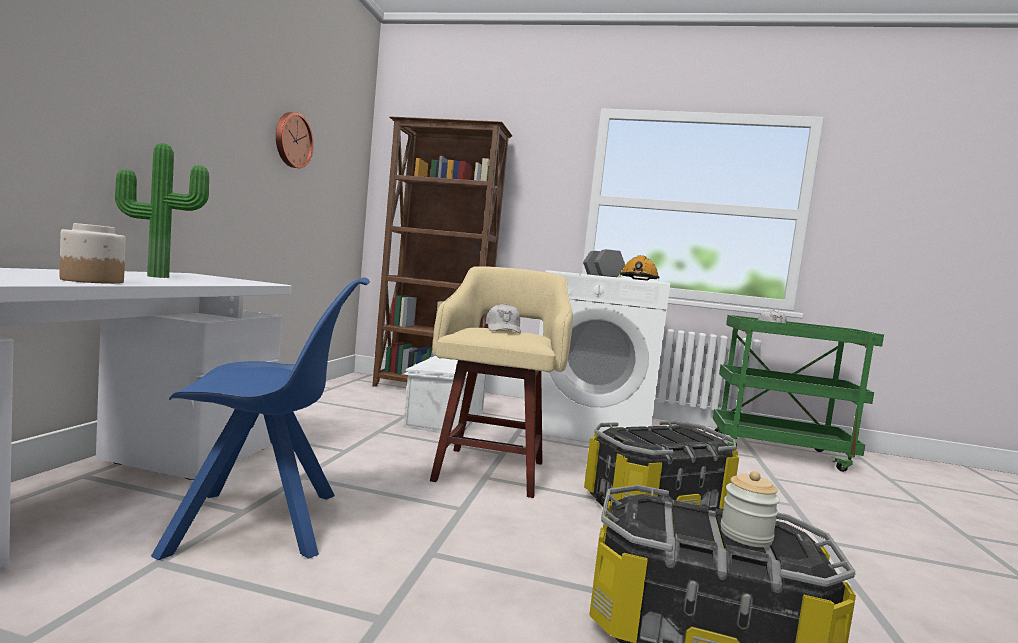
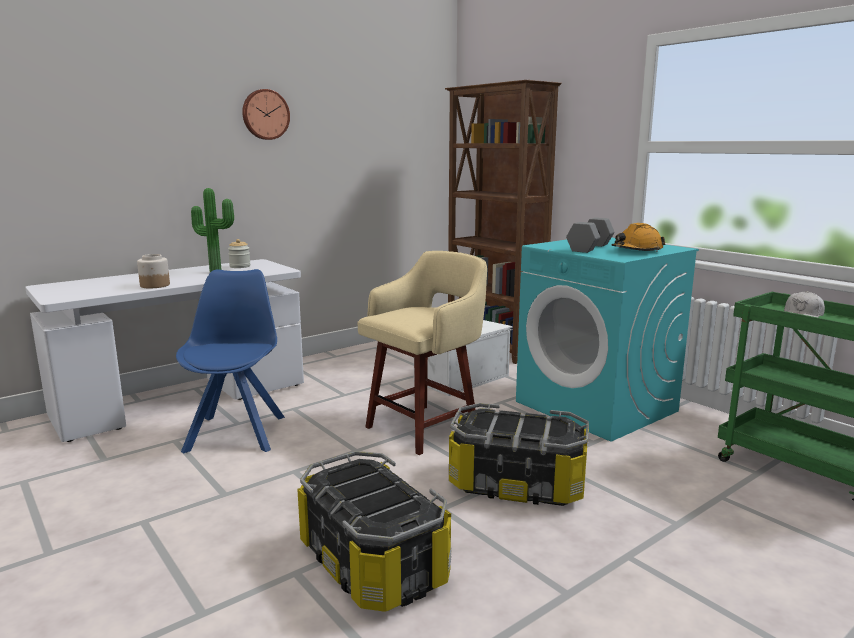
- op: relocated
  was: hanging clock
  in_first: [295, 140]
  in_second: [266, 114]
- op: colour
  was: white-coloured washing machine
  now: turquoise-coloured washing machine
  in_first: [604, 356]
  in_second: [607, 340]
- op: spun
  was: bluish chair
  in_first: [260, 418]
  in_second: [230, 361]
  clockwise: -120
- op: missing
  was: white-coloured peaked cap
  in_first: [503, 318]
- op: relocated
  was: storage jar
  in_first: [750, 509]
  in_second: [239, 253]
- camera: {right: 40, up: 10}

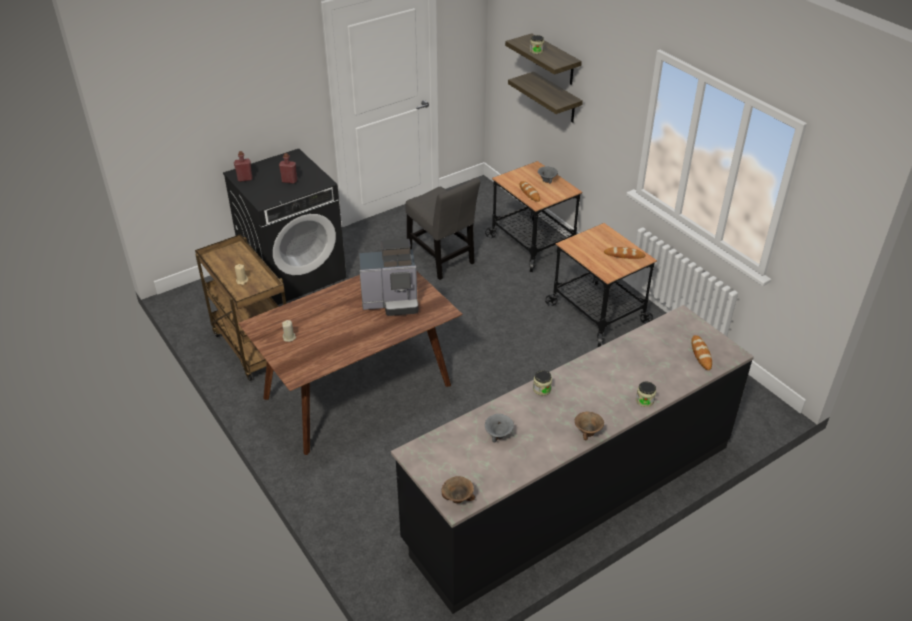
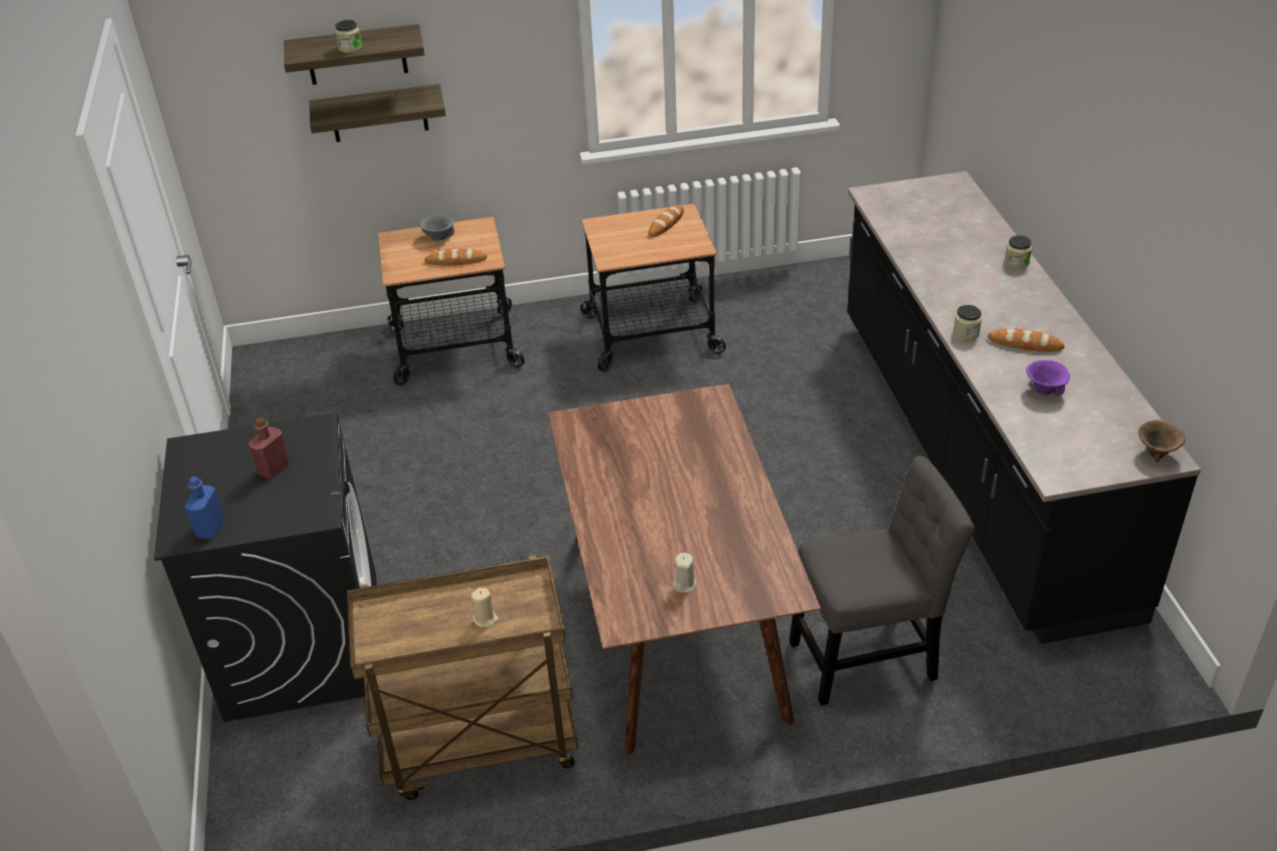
- op: colour
  was: reddish drink bottle
  now: bluish drink bottle
  in_first: [243, 166]
  in_second: [205, 508]
- op: relocated
  was: grey chair
  in_first: [442, 229]
  in_second: [882, 581]
- op: missing
  was: coffee maker
  in_first: [388, 277]
- op: relocated
  was: baked bread
  in_first: [701, 352]
  in_second: [1026, 340]
- op: missing
  was: brown deep dish
  in_first: [589, 425]
- op: colour
  was: grey deep dish
  now: purple-coloured deep dish
  in_first: [499, 428]
  in_second: [1048, 378]
- camera: {right: -65, up: 0}

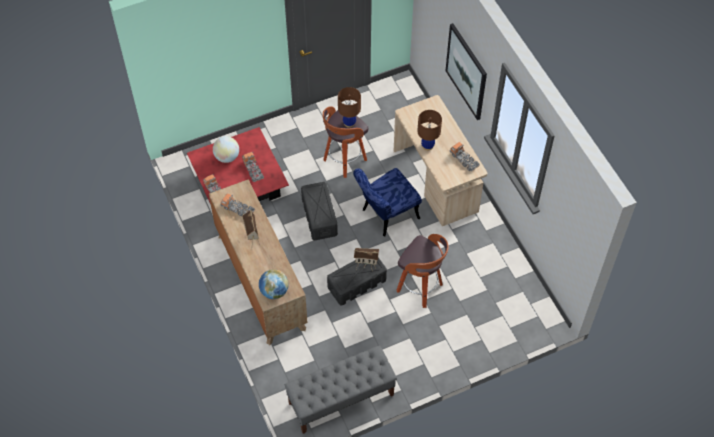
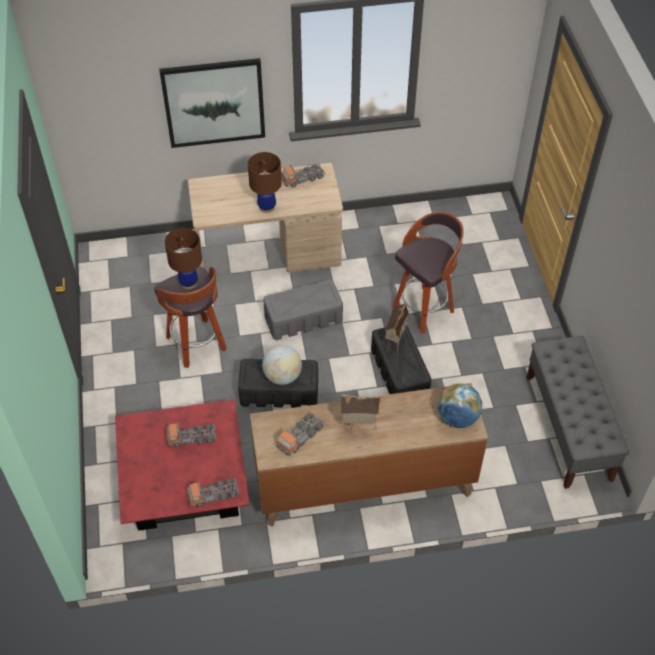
- op: relocated
  was: world globe
  in_first: [226, 149]
  in_second: [282, 365]
- op: exchanged
  was: bluish chair
  now: grey storage container
  in_first: [387, 202]
  in_second: [303, 310]
- camera: {right: -75, up: -5}

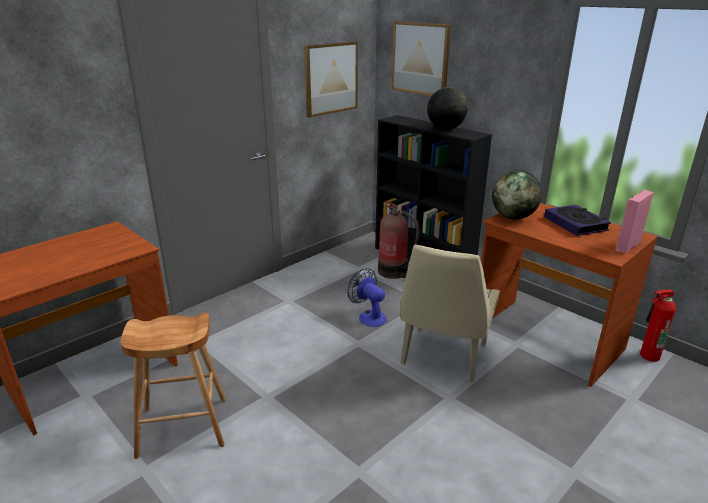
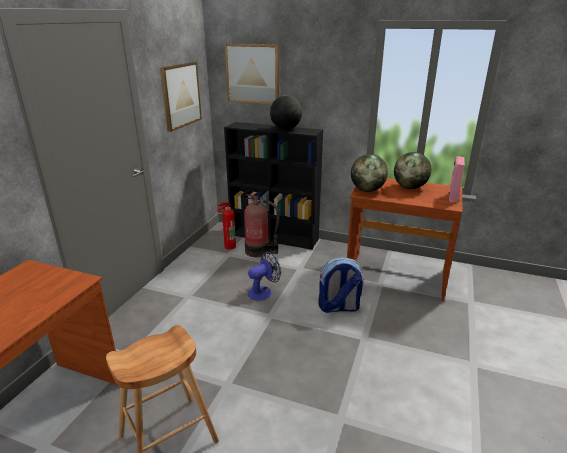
- op: exchanged
  was: book
  now: world globe
  in_first: [577, 220]
  in_second: [412, 170]
- op: exchanged
  was: beige-coloured chair
  now: knapsack
  in_first: [450, 313]
  in_second: [340, 285]
- op: spun
  was: cooling fan
  in_first: [367, 297]
  in_second: [264, 276]
  clockwise: 120
- op: relocated
  was: fire-fighting cylinder
  in_first: [658, 326]
  in_second: [226, 225]
- camera: {right: -25, up: 0}

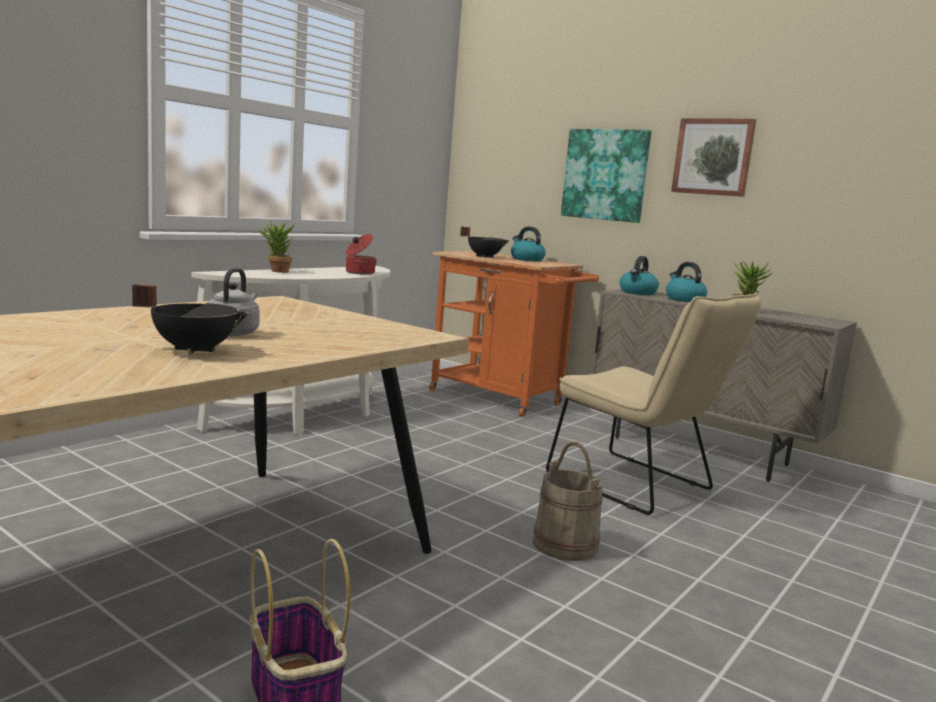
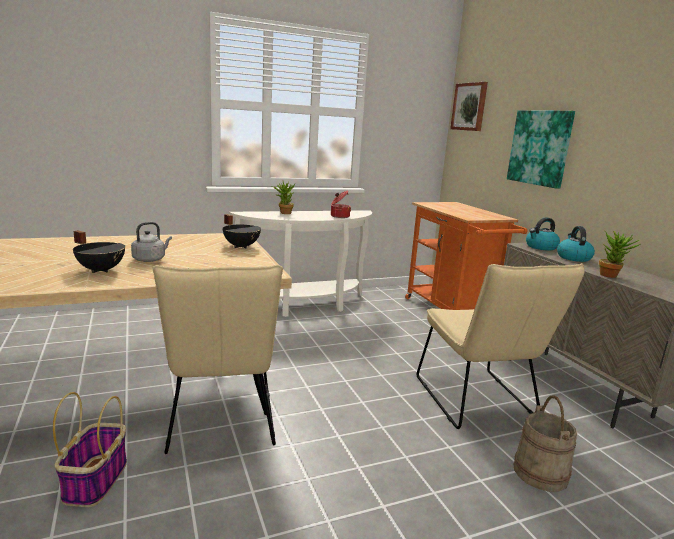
- op: relocated
  was: wall picture
  in_first: [713, 157]
  in_second: [469, 106]
- op: relocated
  was: blackish stockpot
  in_first: [485, 242]
  in_second: [241, 231]
- op: missing
  was: kettle
  in_first: [528, 244]
- op: relocated
  was: beige-coloured water bucket
  in_first: [568, 501]
  in_second: [545, 443]
- op: appeared
  now: beige-coloured chair
  in_second: [217, 359]
- camera: {right: 30, up: 5}

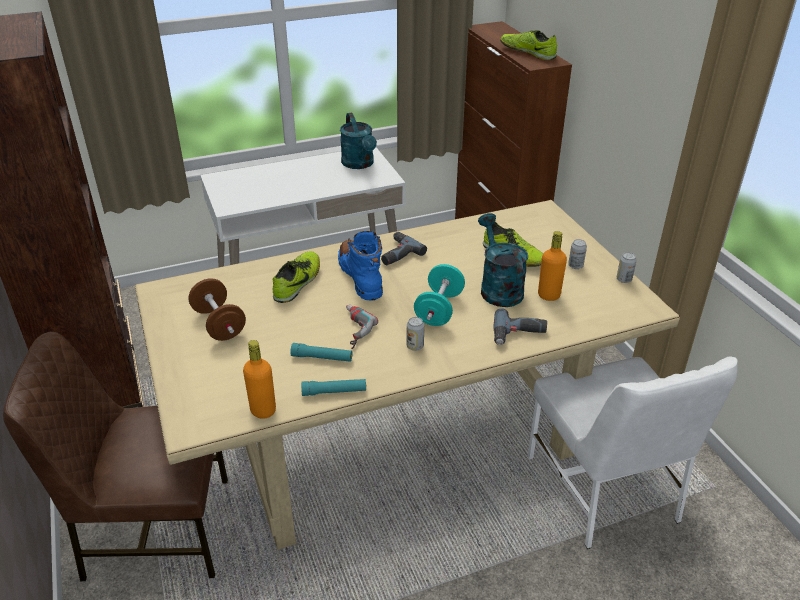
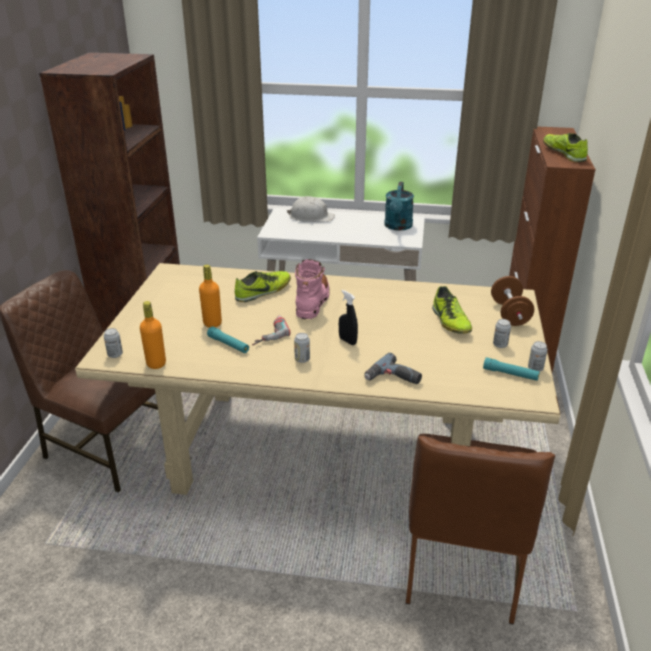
- op: missing
  was: turquoise-coloured sprinkling can
  in_first: [503, 260]
- op: colour
  was: bluish high-top boot
  now: pink-coloured high-top boot
  in_first: [360, 265]
  in_second: [312, 289]
- op: relocated
  was: orange-coloured drink bottle
  in_first: [552, 266]
  in_second: [210, 296]
- op: missing
  was: power drill
  in_first: [404, 248]
- op: exchanged
  was: turquoise-coloured dumbbell
  now: blackish sprayer
  in_first: [439, 295]
  in_second: [348, 317]
- op: relocated
  was: brown dumbbell
  in_first: [217, 309]
  in_second: [512, 301]
- op: colour
  was: white-coloured chair
  now: brown chair
  in_first: [633, 453]
  in_second: [480, 529]
- op: relocated
  was: turquoise-coloured torch
  in_first: [333, 387]
  in_second: [511, 369]
- op: appeared
  now: white-coloured hard hat
  in_second: [311, 209]
- op: appeared
  now: metal can
  in_second: [113, 343]
- camera: {right: 30, up: -5}

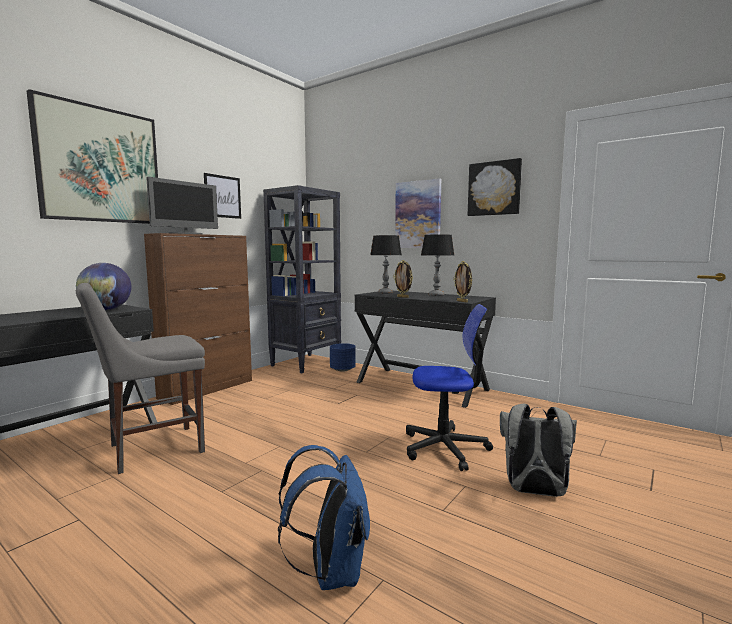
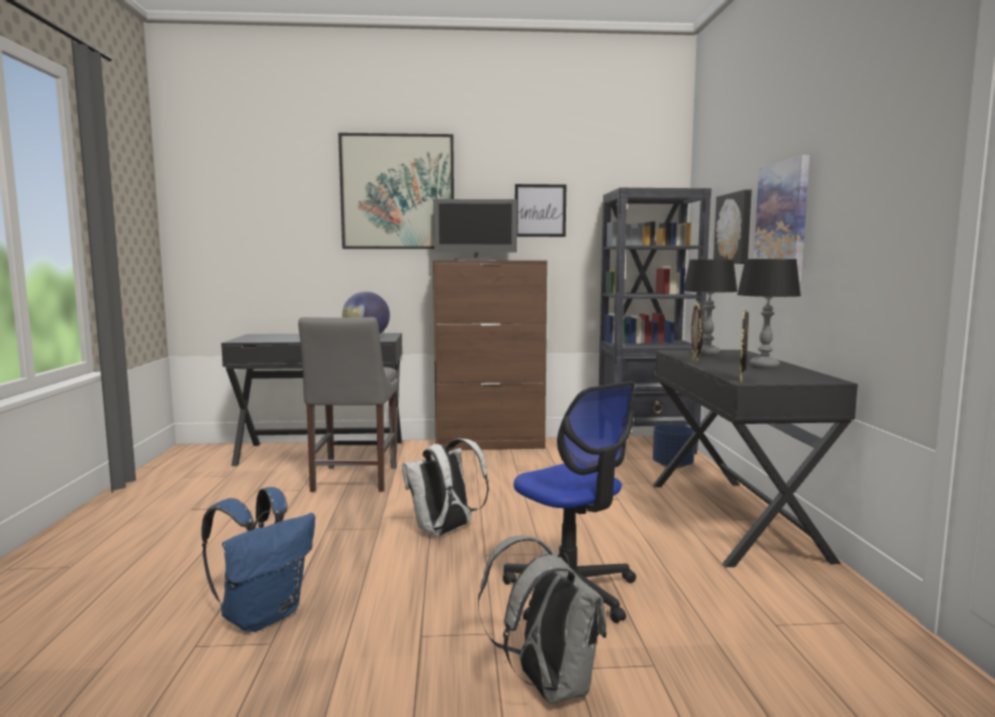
- op: relocated
  was: wall picture
  in_first: [495, 187]
  in_second: [732, 226]
- op: spun
  was: grey chair
  in_first: [140, 378]
  in_second: [348, 404]
  clockwise: -105
- op: appeared
  now: white-coloured knapsack
  in_second: [445, 487]
- camera: {right: 50, up: 0}

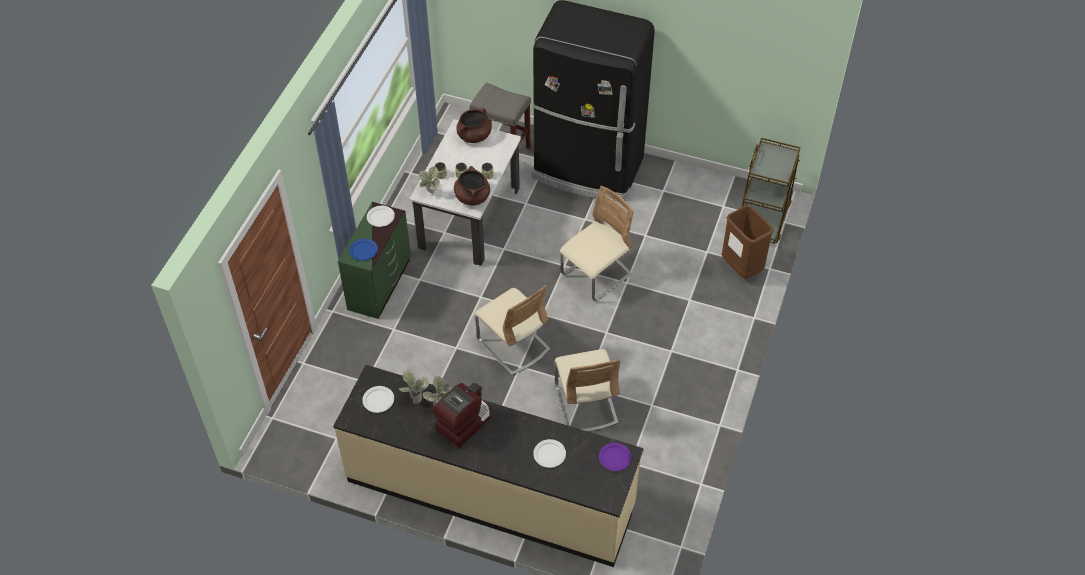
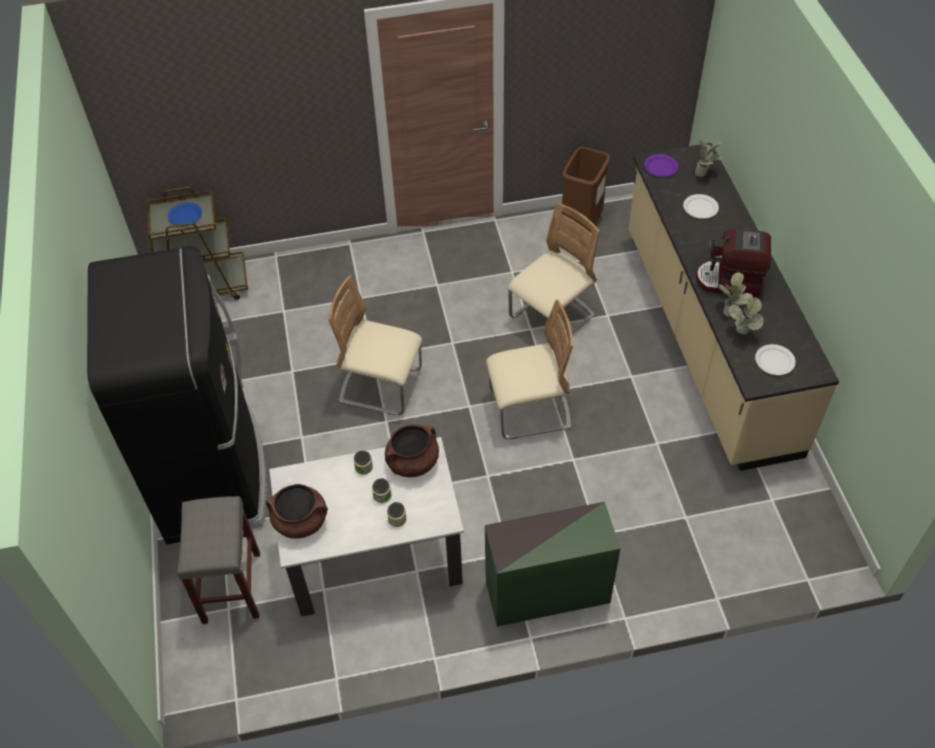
- op: relocated
  was: houseplant
  in_first: [429, 180]
  in_second: [708, 157]
- op: relocated
  was: brown waste bin
  in_first: [748, 242]
  in_second: [586, 189]
- op: missing
  was: white-coloured flat dish
  in_first: [381, 216]
- op: relocated
  was: bluish flat dish
  in_first: [363, 249]
  in_second: [185, 214]
- op: spun
  was: beige-coloured chair
  in_first: [512, 330]
  in_second: [529, 369]
  clockwise: 60
- camera: {right: -120, up: 0}

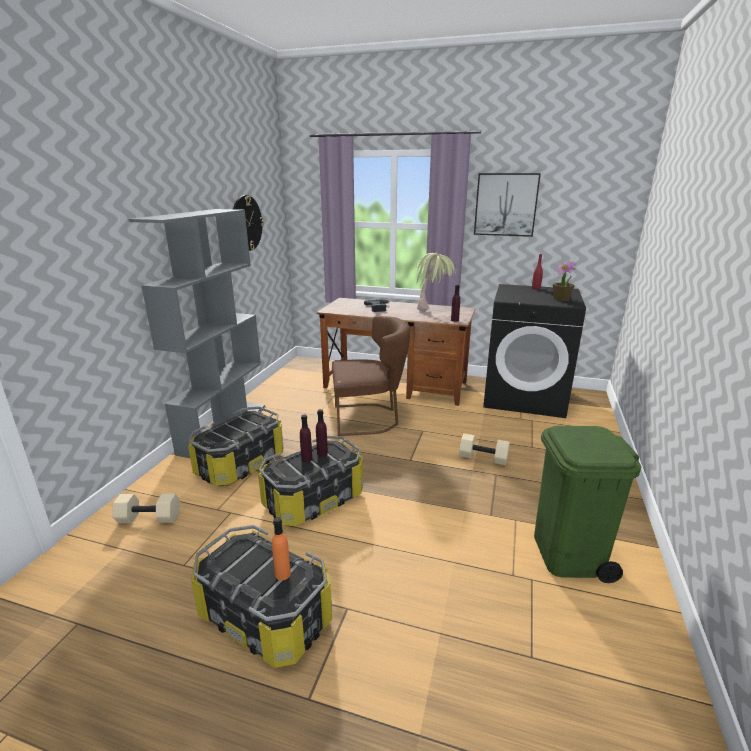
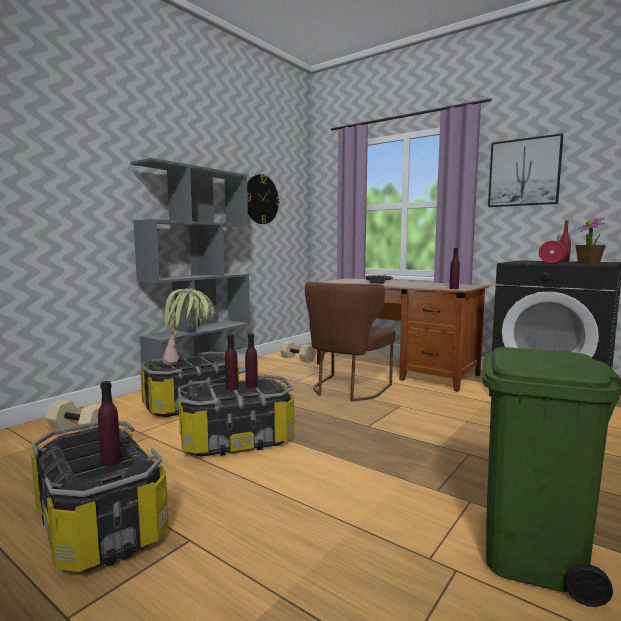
- op: relocated
  was: houseplant
  in_first: [436, 282]
  in_second: [188, 327]
- op: spun
  was: brown chair
  in_first: [371, 376]
  in_second: [350, 341]
  clockwise: 105
- op: relocated
  was: beige-coloured dumbbell
  in_first: [484, 449]
  in_second: [298, 352]
- op: colour
  was: orange-coloured drink bottle
  now: purple-coloured drink bottle
  in_first: [281, 549]
  in_second: [109, 423]
- op: appeared
  now: reddish dumbbell
  in_second: [552, 252]
- camera: {right: 20, up: -15}

